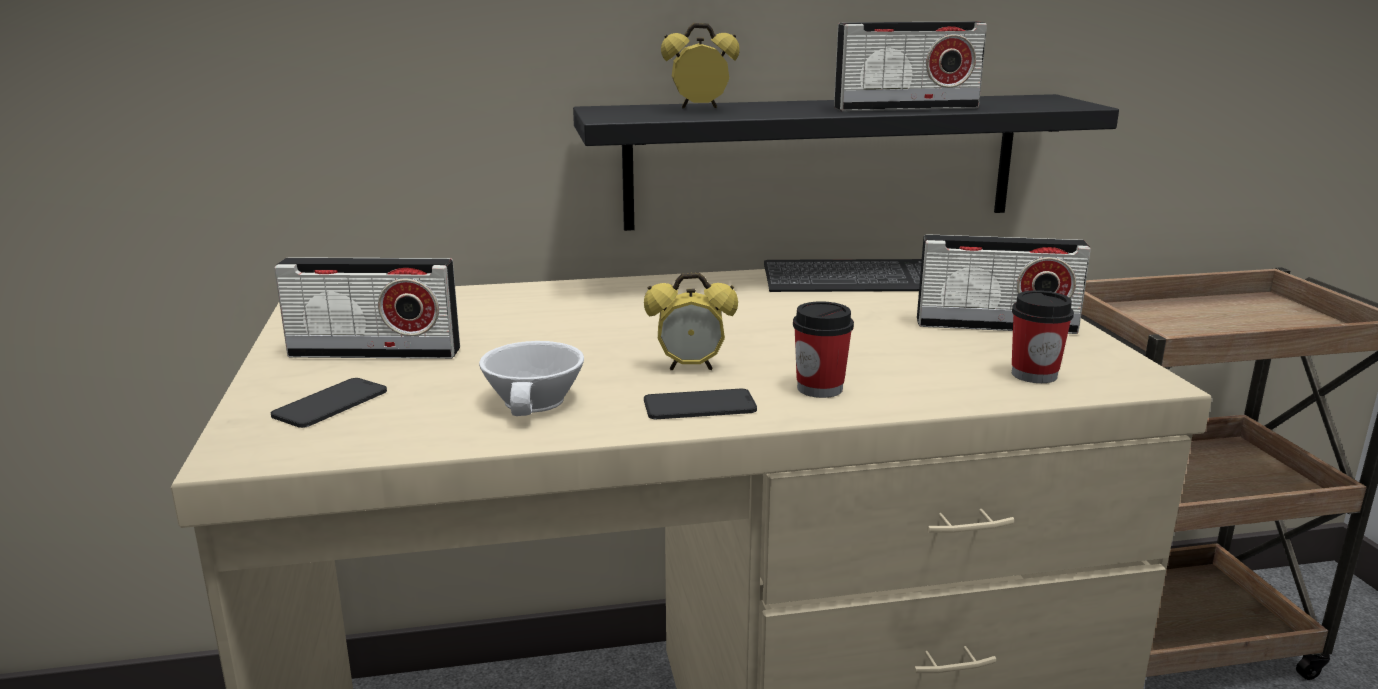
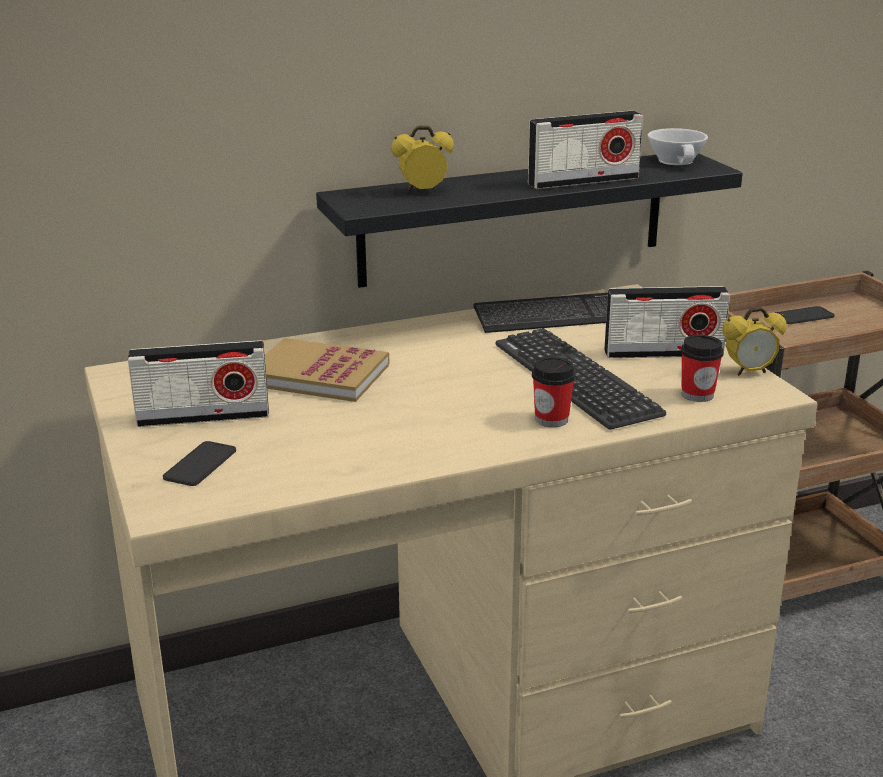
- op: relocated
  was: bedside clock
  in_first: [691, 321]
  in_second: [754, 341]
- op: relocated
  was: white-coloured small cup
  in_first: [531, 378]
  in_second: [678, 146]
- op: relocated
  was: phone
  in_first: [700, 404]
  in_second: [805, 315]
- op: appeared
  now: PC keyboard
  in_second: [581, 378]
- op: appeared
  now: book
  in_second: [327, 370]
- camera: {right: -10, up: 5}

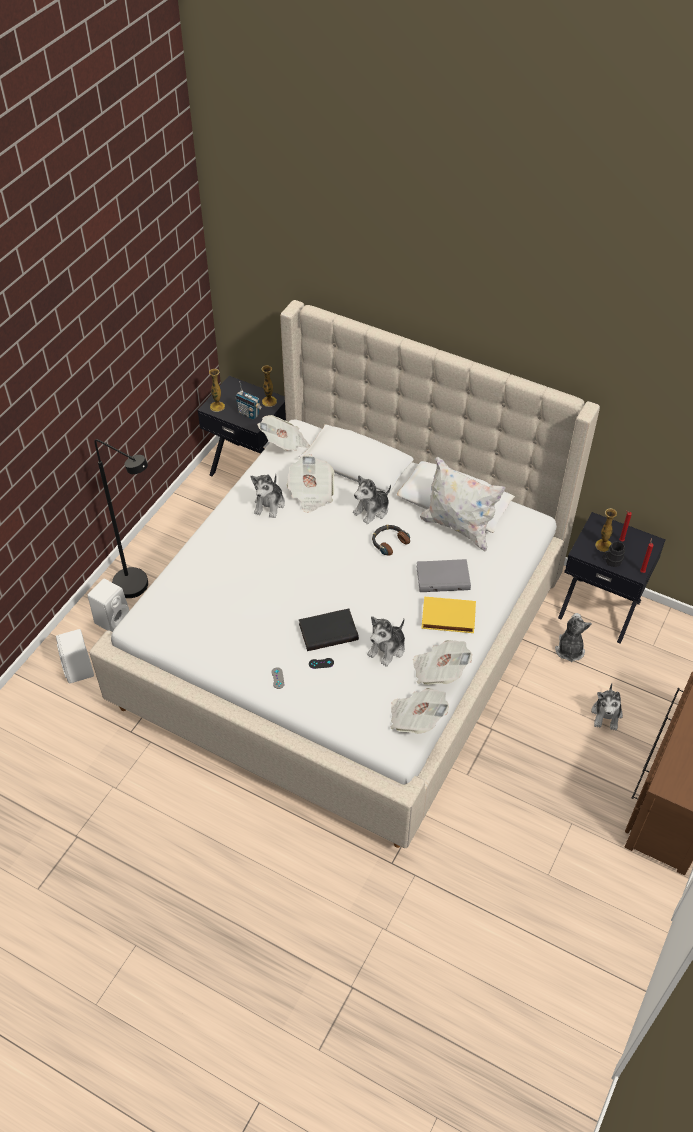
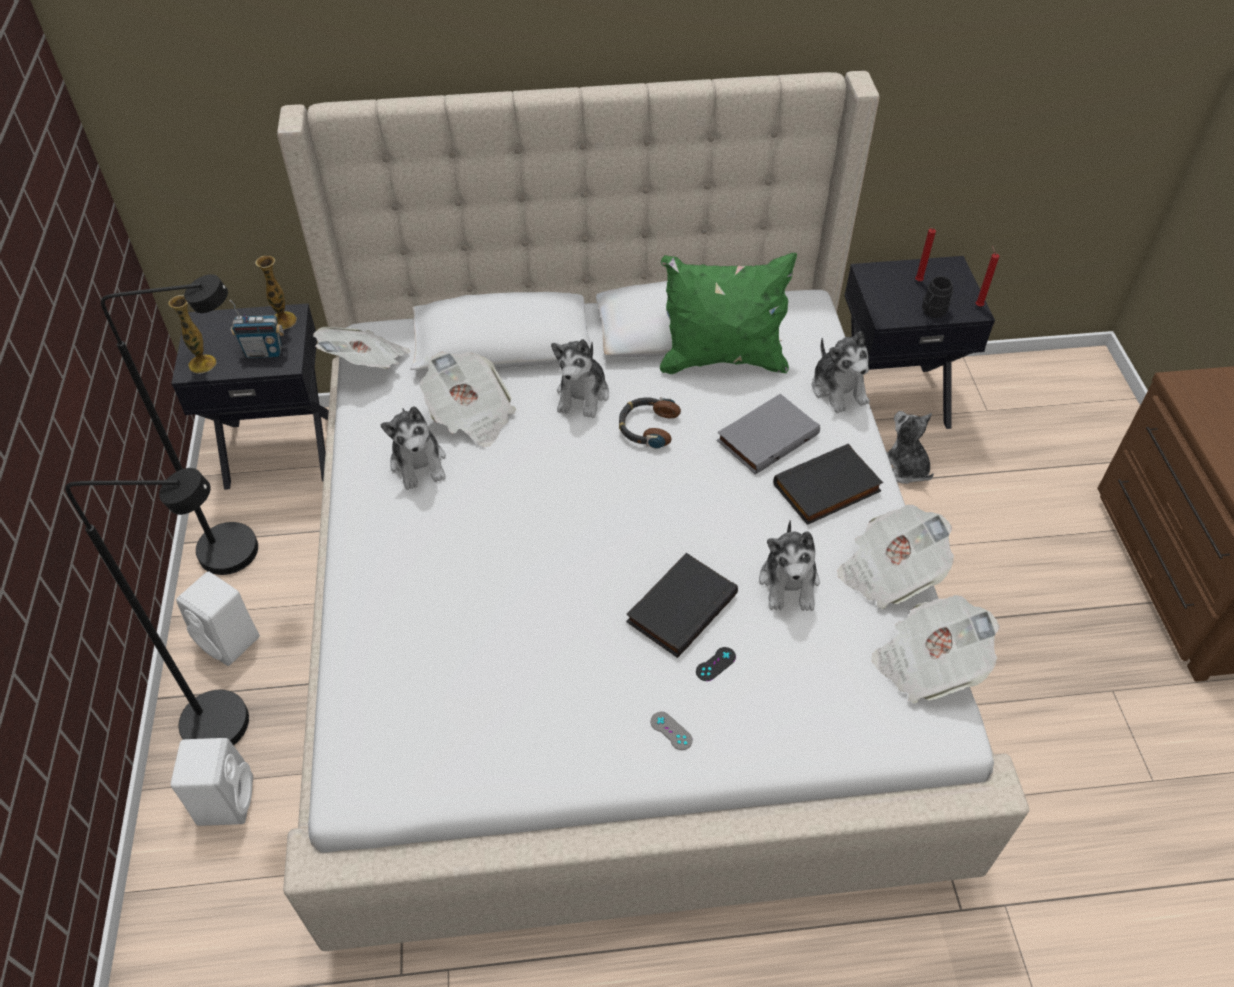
- op: colour
  was: white-coloured throw pillow
  now: greenish throw pillow
  in_first: [463, 504]
  in_second: [728, 313]
- op: missing
  was: decorative vase
  in_first: [606, 530]
- op: colour
  was: yellowish book
  now: blackish book
  in_first: [448, 615]
  in_second: [828, 484]
- op: relocated
  was: white-coloured loudspeaker
  in_first: [75, 656]
  in_second: [218, 618]
- op: relocated
  was: cuddly toy
  in_first: [607, 707]
  in_second: [841, 372]
- op: appeared
  now: blackish standing lamp
  in_second: [179, 424]
- camera: {right: -35, up: 0}

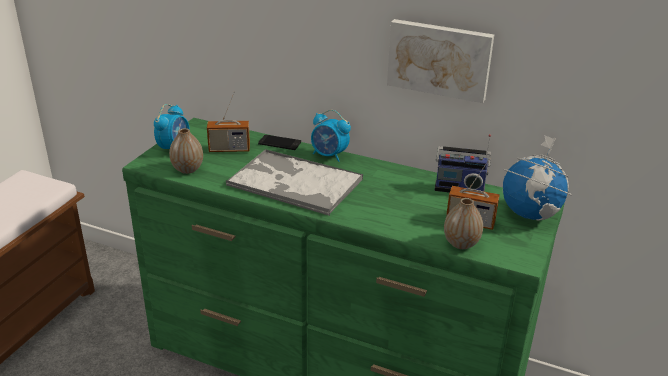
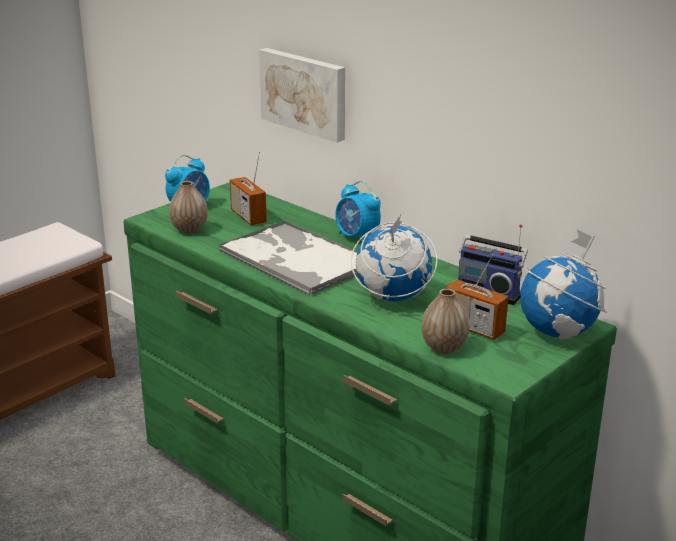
- op: relocated
  was: wall picture
  in_first: [440, 61]
  in_second: [302, 95]
- op: spun
  was: radio receiver
  in_first: [228, 121]
  in_second: [248, 188]
  clockwise: 45
- op: missing
  was: phone
  in_first: [279, 142]
- op: appeared
  now: world globe
  in_second: [394, 257]
- camera: {right: 20, up: -5}

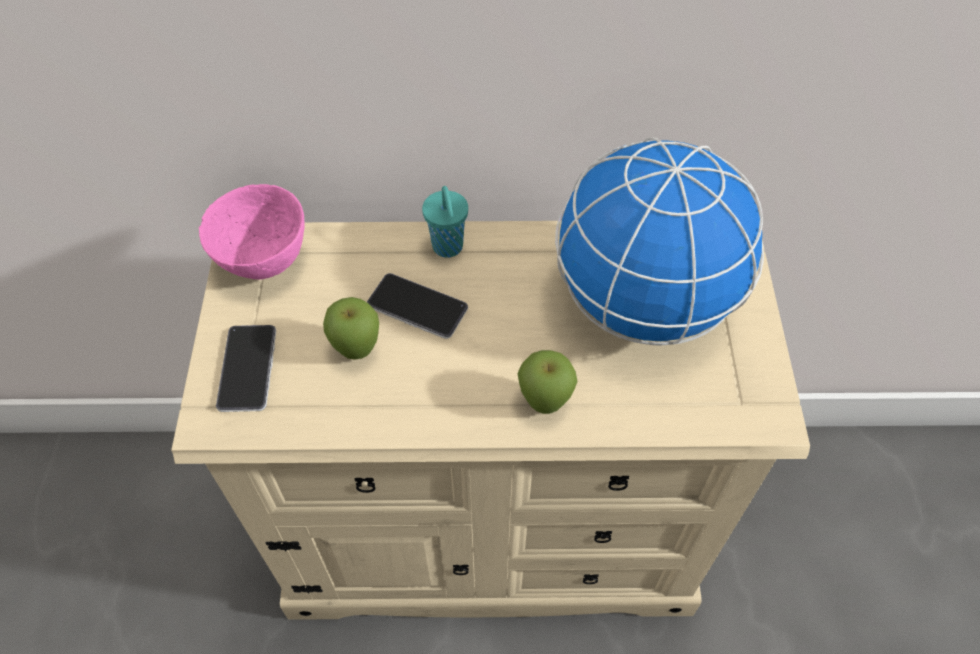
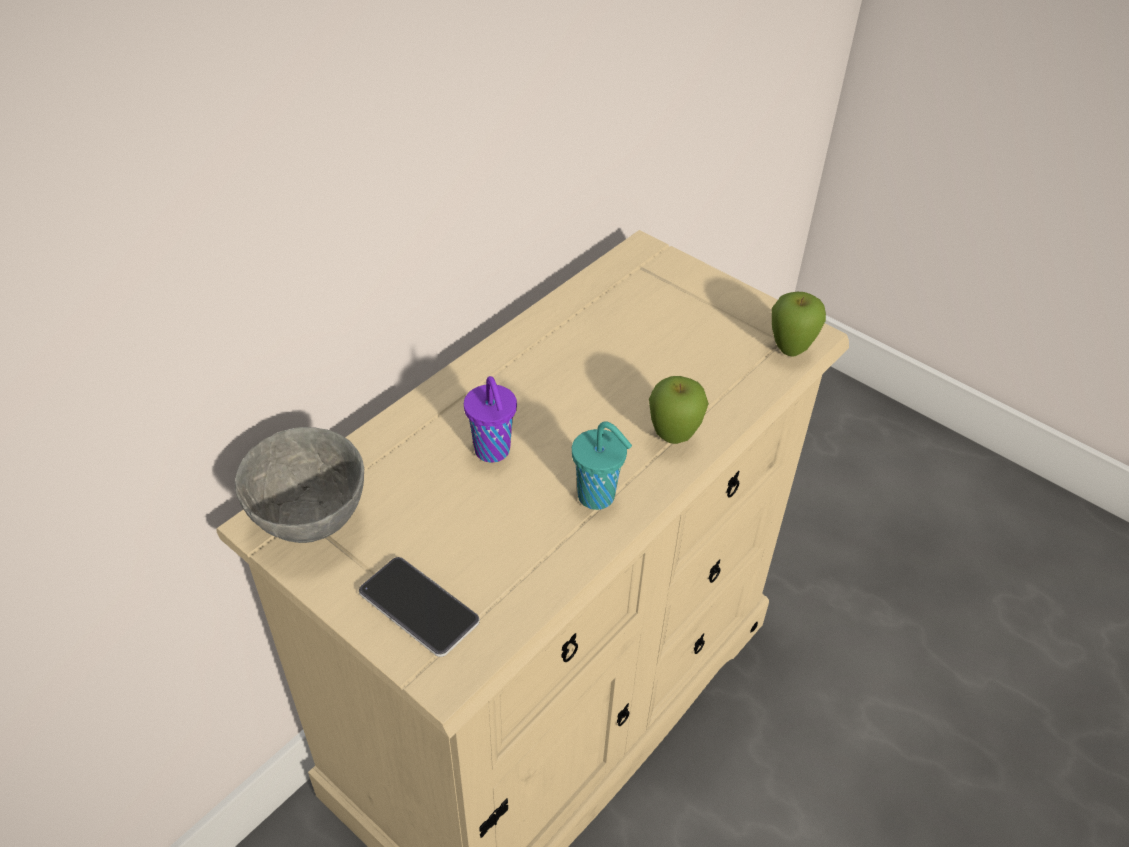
- op: missing
  was: world globe
  in_first: [659, 241]
- op: colour
  was: pink-coloured deep dish
  now: grey deep dish
  in_first: [252, 232]
  in_second: [299, 485]
- op: relocated
  was: turquoise-coloured small cup
  in_first: [445, 221]
  in_second: [602, 465]
- op: exchanged
  was: phone
  now: purple-coloured small cup
  in_first: [417, 306]
  in_second: [490, 419]
- op: relocated
  was: whole apple
  in_first: [351, 328]
  in_second: [799, 324]
- camera: {right: -50, up: -10}

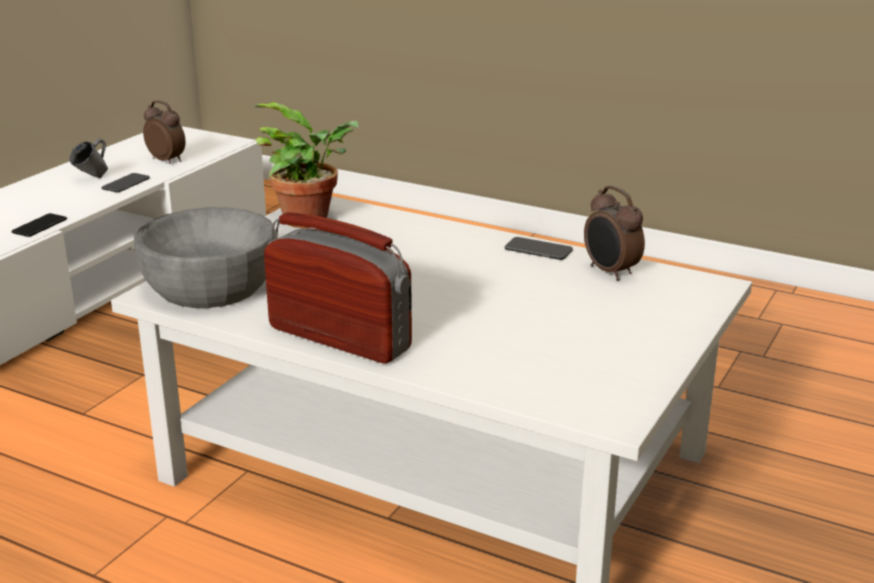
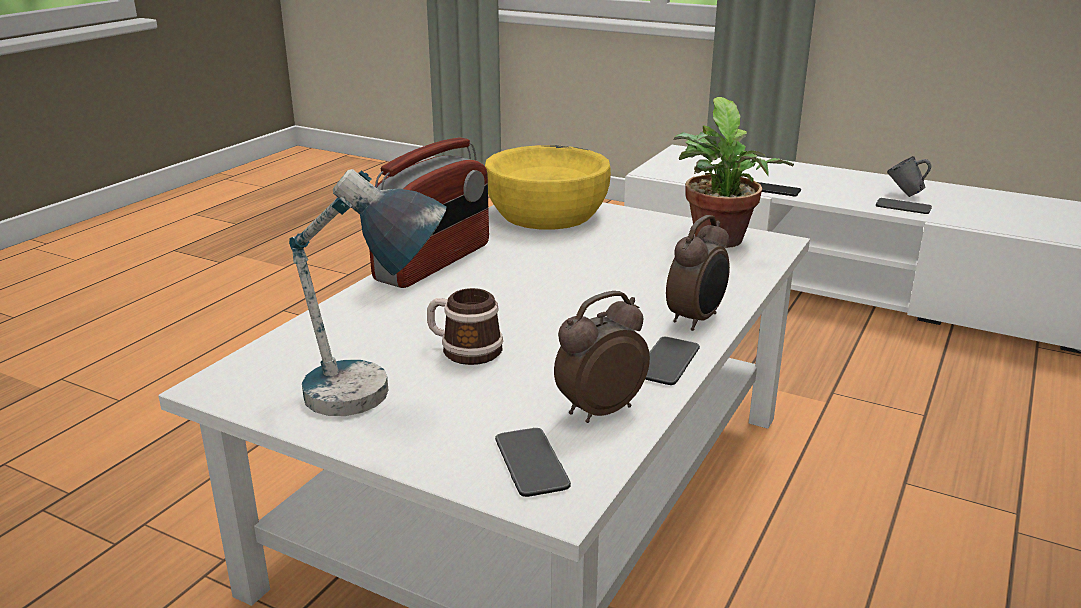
- op: relocated
  was: bedside clock
  in_first: [164, 132]
  in_second: [698, 273]
- op: colour
  was: grey deep dish
  now: yellowish deep dish
  in_first: [205, 257]
  in_second: [548, 187]
- op: appeared
  now: lamp for a table
  in_second: [367, 292]
- op: appeared
  now: tea mug
  in_second: [465, 326]
- op: appeared
  now: phone
  in_second: [533, 462]
- camera: {right: 90, up: 0}

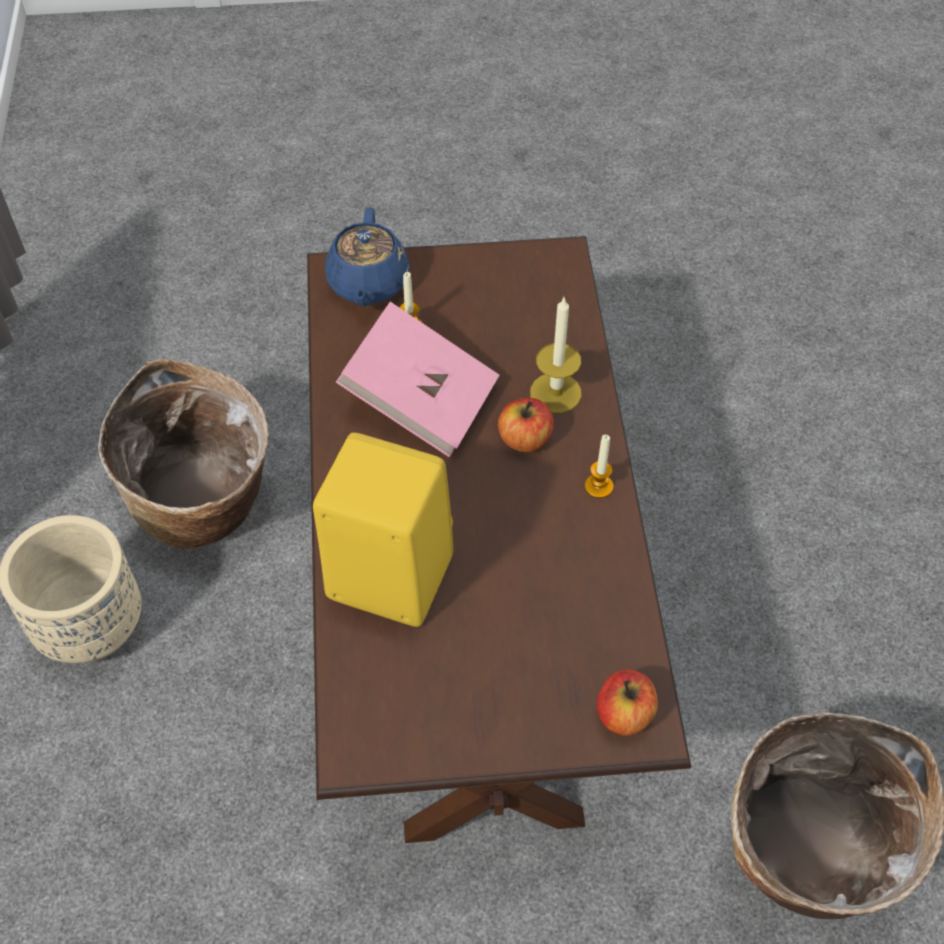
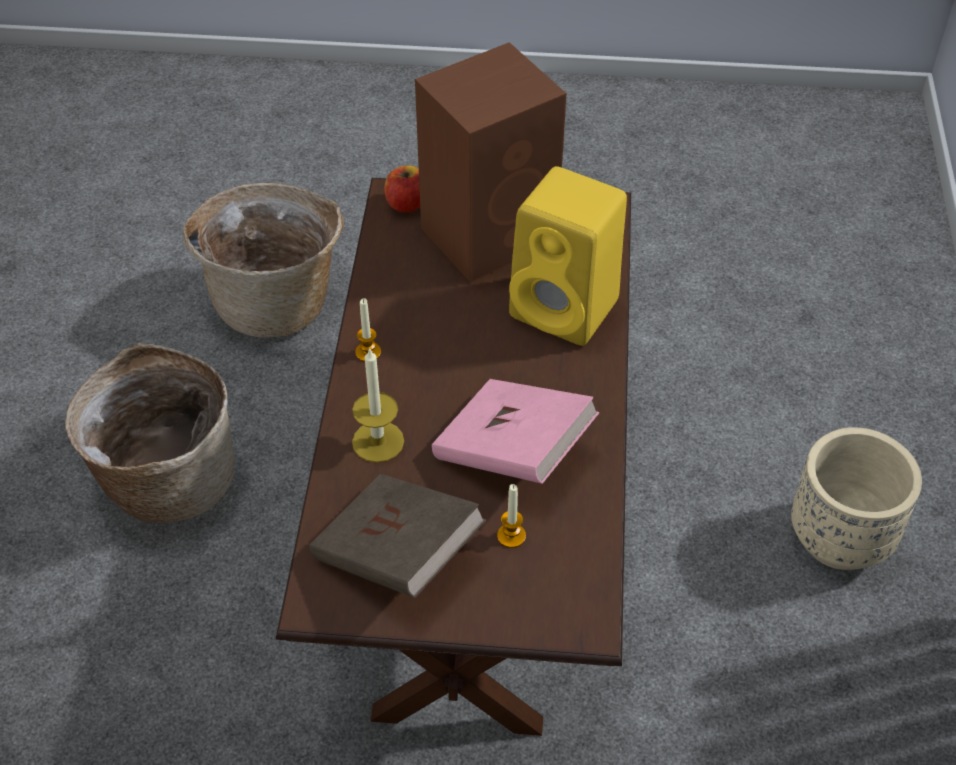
- op: missing
  was: bluish tea pot
  in_first: [367, 257]
- op: relocated
  was: household basket
  in_first: [183, 454]
  in_second: [150, 433]
- op: missing
  was: whole apple
  in_first: [526, 425]
- op: appeared
  now: brown loudspeaker
  in_second: [490, 162]
- op: appeared
  now: brown book
  in_second: [398, 536]
- camera: {right: -170, up: -5}

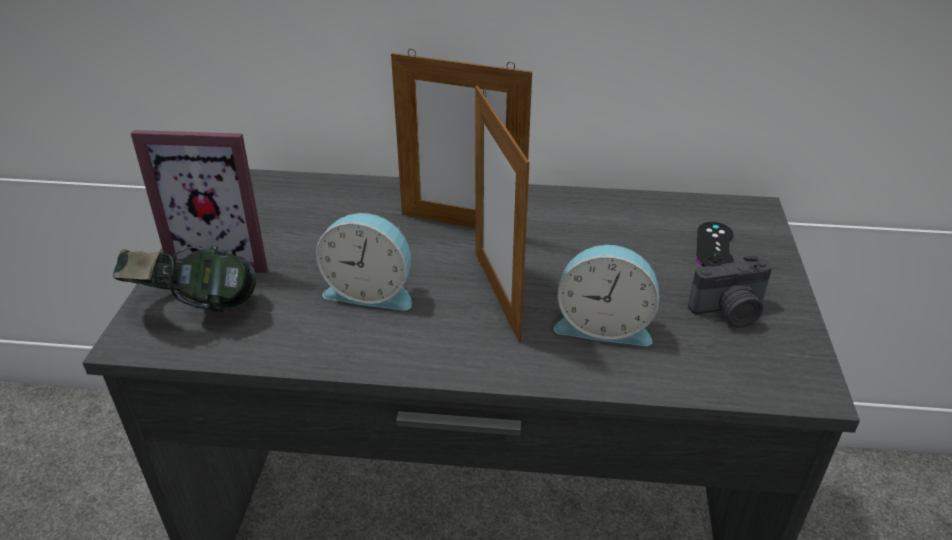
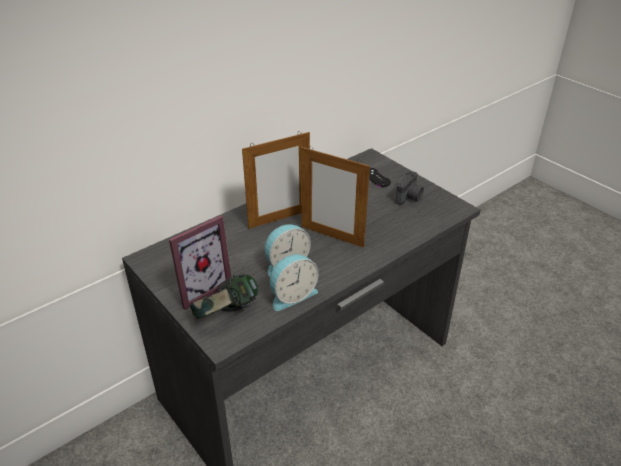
- op: relocated
  was: bedside clock
  in_first: [606, 295]
  in_second: [294, 282]
- camera: {right: -45, up: 0}

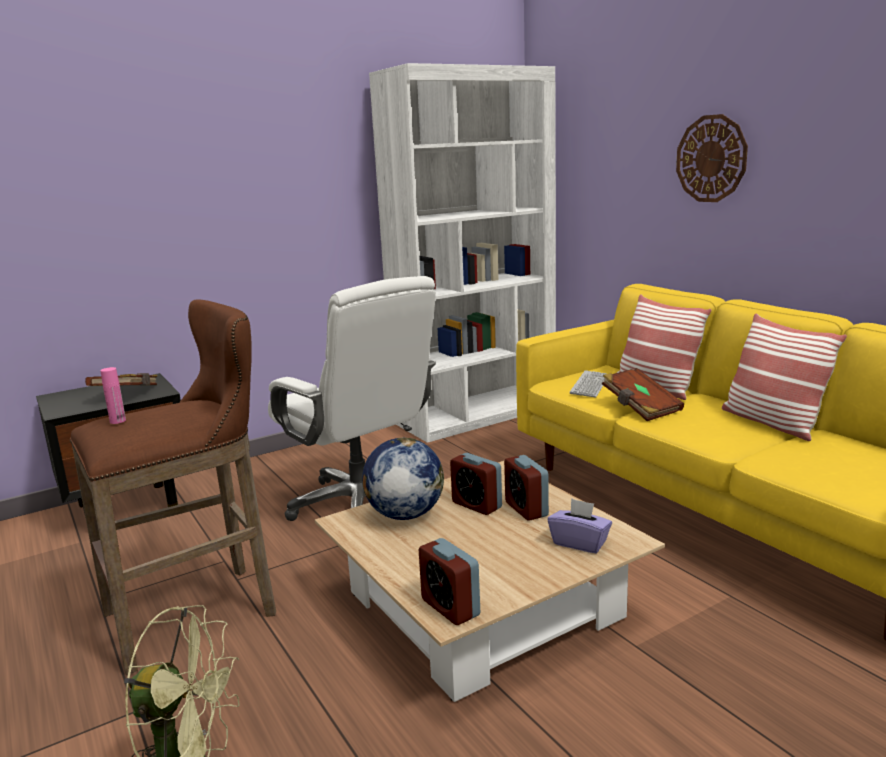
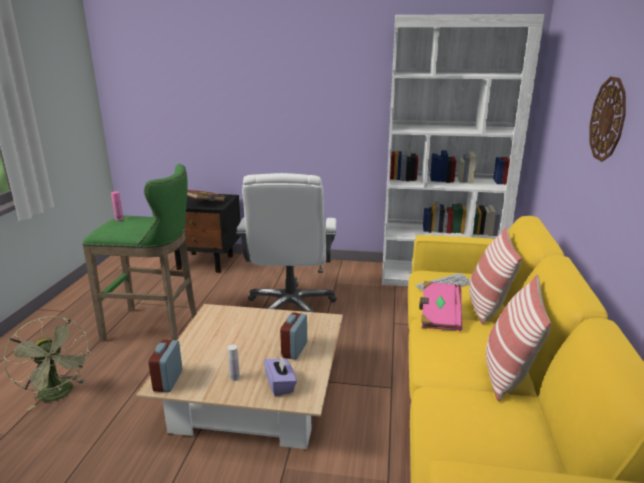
- op: colour
  was: brown stool
  now: greenish stool
  in_first: [173, 487]
  in_second: [140, 253]
- op: colour
  was: brown book
  now: pink-coloured book
  in_first: [643, 394]
  in_second: [440, 306]
- op: missing
  was: world globe
  in_first: [403, 479]
- op: missing
  was: bedside clock
  in_first: [476, 484]
- op: appeared
  now: white-coloured drink bottle
  in_second: [233, 363]
- camera: {right: 40, up: 5}

